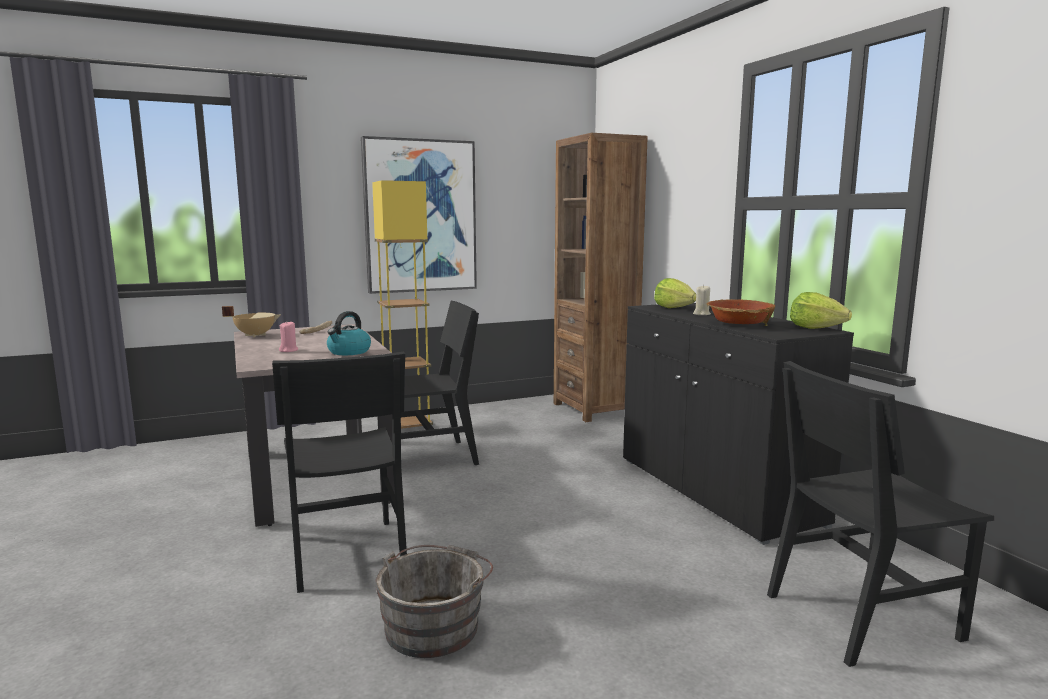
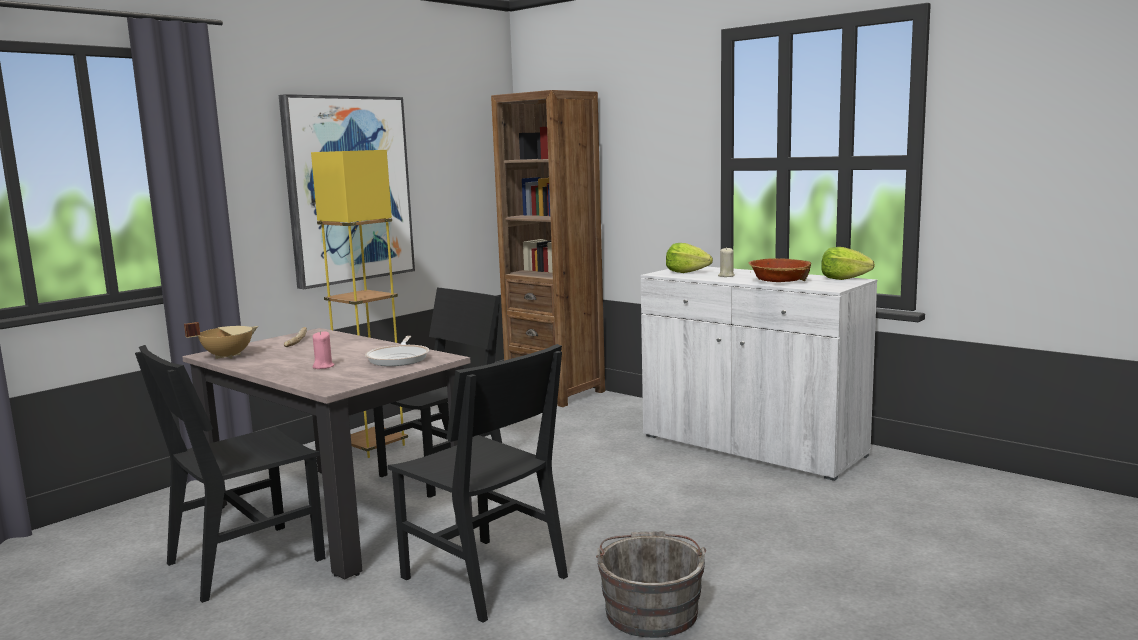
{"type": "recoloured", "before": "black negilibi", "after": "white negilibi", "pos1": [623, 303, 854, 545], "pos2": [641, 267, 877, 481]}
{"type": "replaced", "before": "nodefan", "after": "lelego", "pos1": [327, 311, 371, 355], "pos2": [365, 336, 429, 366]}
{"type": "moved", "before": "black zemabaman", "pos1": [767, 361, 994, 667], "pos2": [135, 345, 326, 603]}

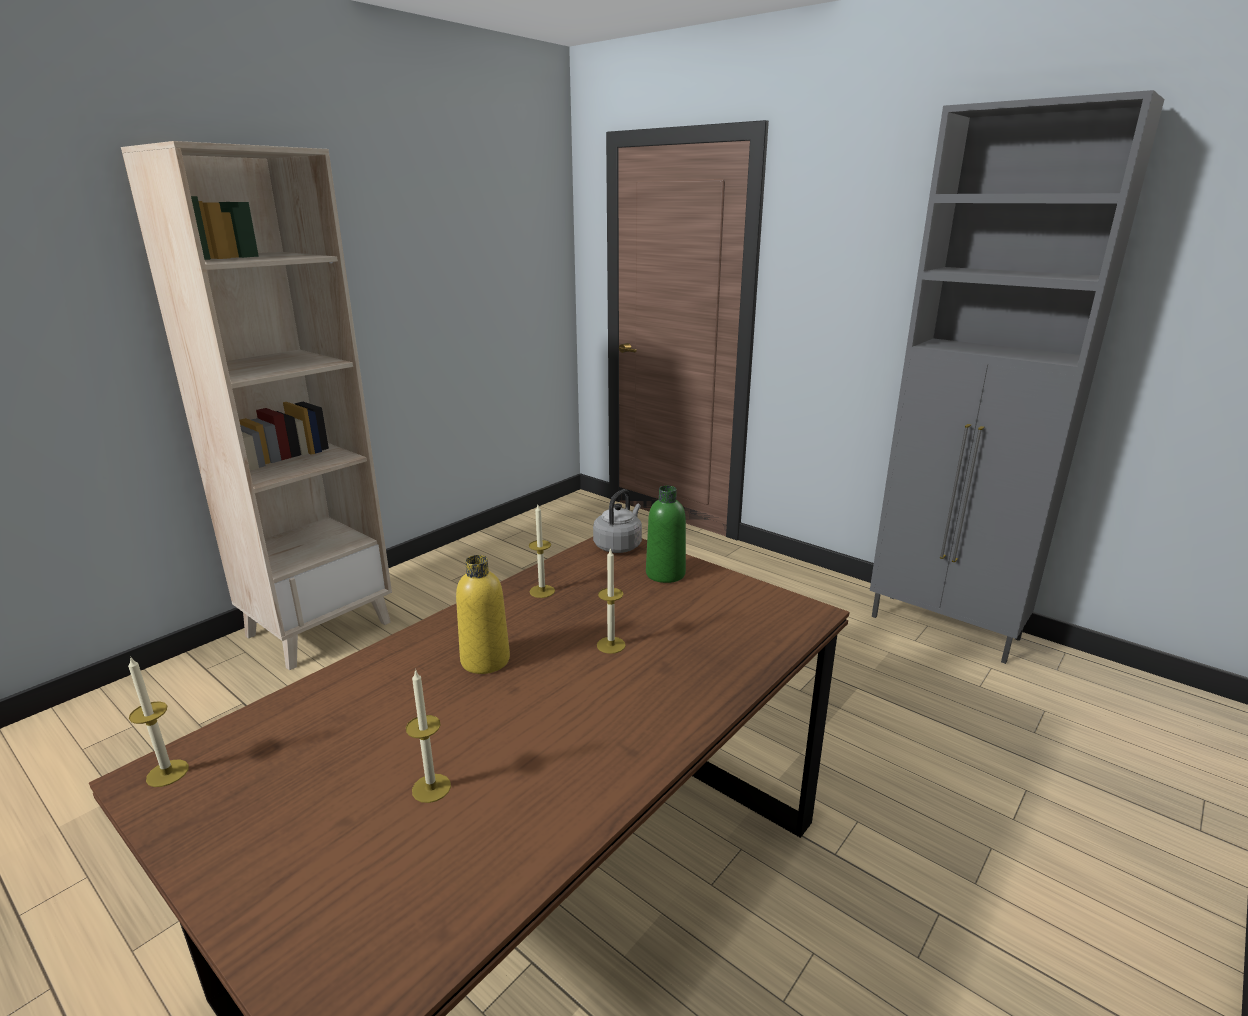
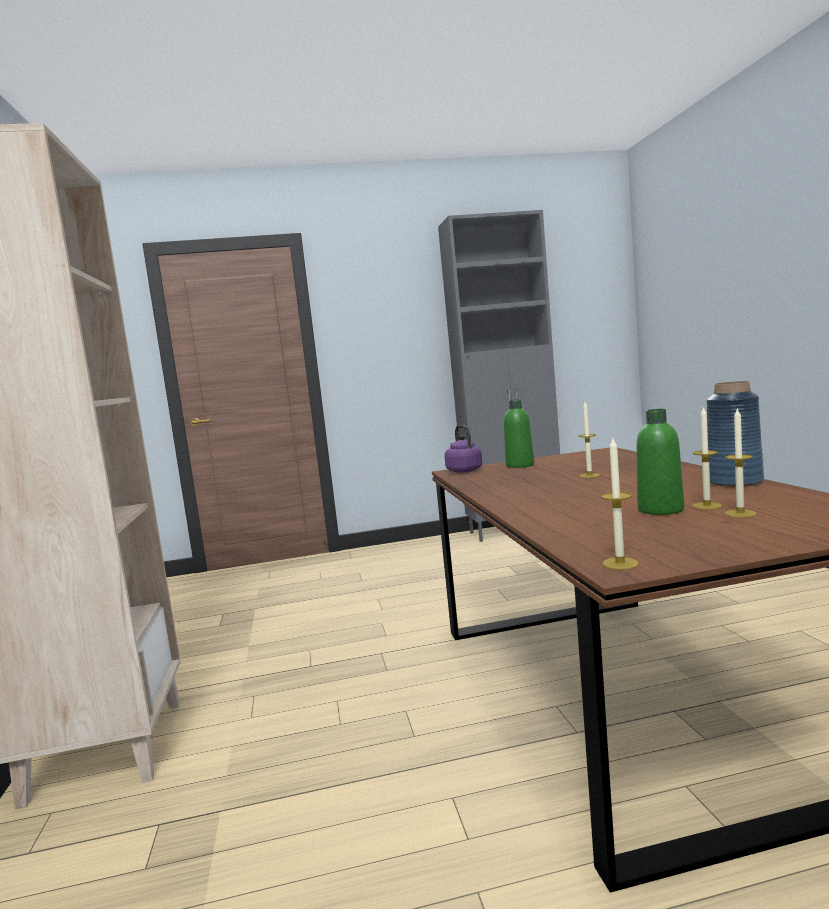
{"type": "recoloured", "before": "grey nodefan", "after": "purple nodefan", "pos1": [593, 489, 642, 553], "pos2": [444, 425, 482, 473]}
{"type": "moved", "before": "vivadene", "pos1": [529, 505, 555, 598], "pos2": [725, 407, 757, 517]}
{"type": "removed", "before": "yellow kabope", "pos1": [456, 555, 510, 674]}
{"type": "added", "after": "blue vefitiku", "pos2": [707, 381, 764, 487]}
{"type": "added", "after": "green kabope", "pos2": [636, 409, 684, 515]}

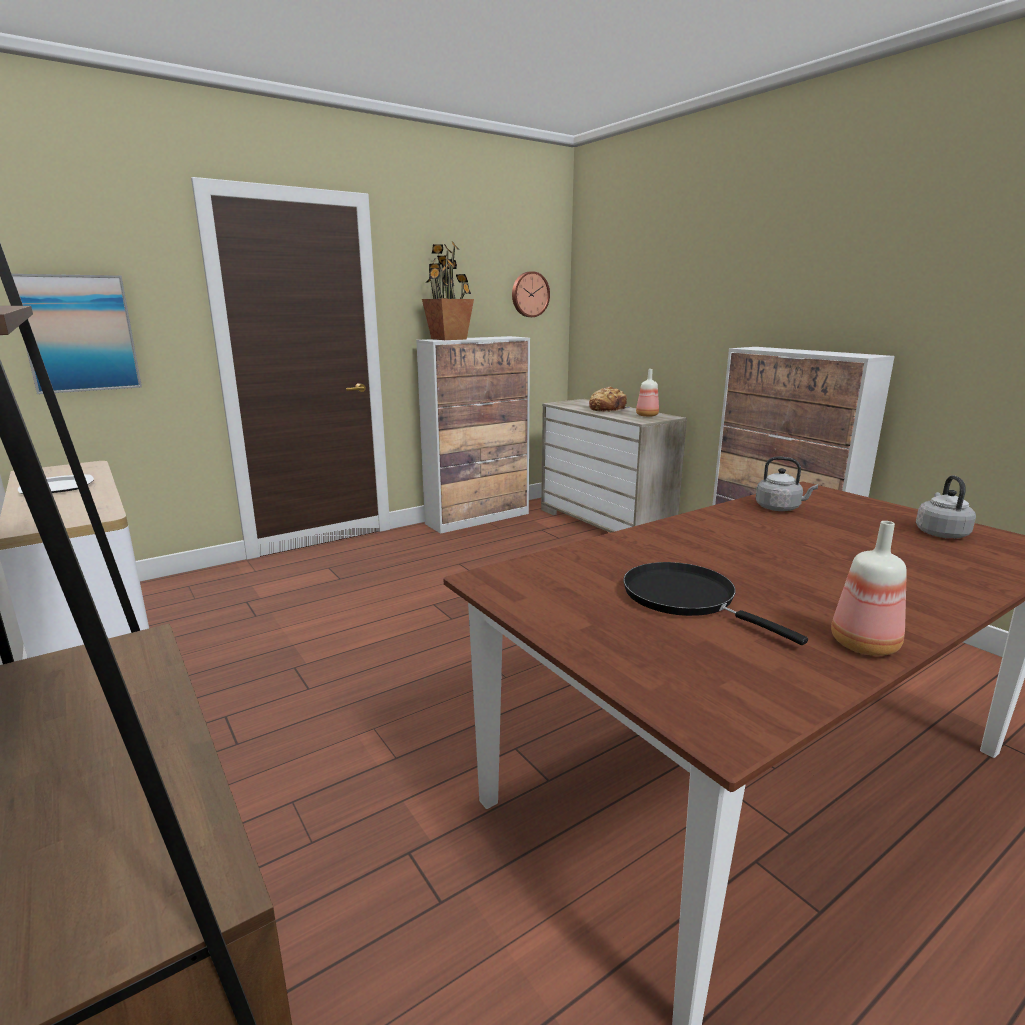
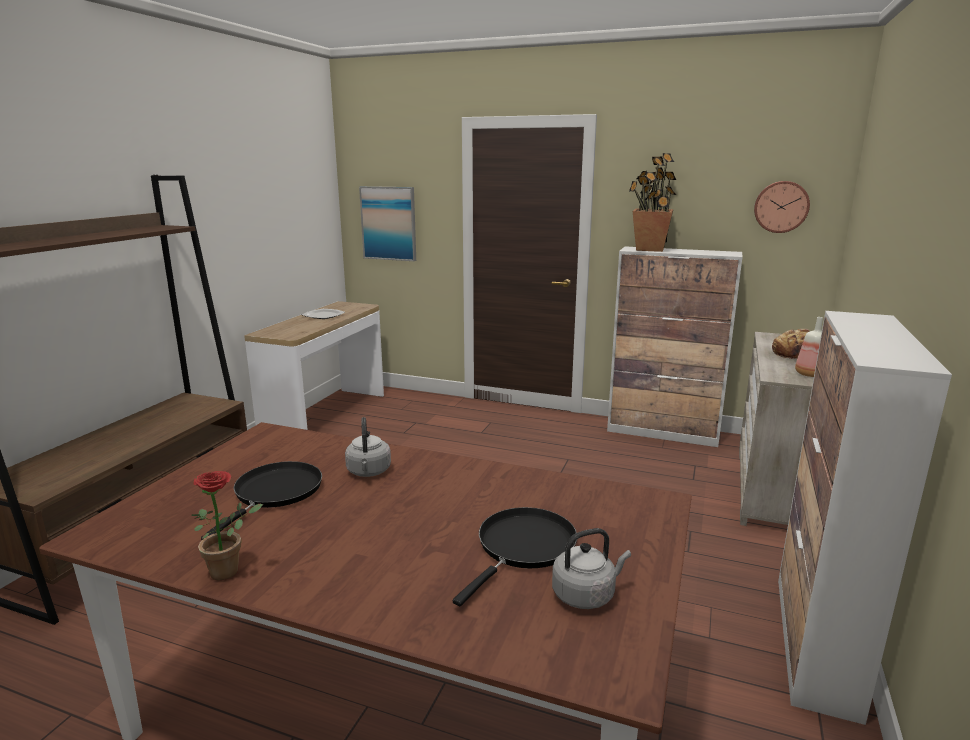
{"type": "moved", "before": "grey nodefan", "pos1": [756, 456, 818, 511], "pos2": [345, 417, 391, 477]}
{"type": "replaced", "before": "kabope", "after": "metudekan", "pos1": [831, 521, 907, 656], "pos2": [191, 471, 263, 580]}
{"type": "added", "after": "black lelego", "pos2": [453, 507, 577, 606]}

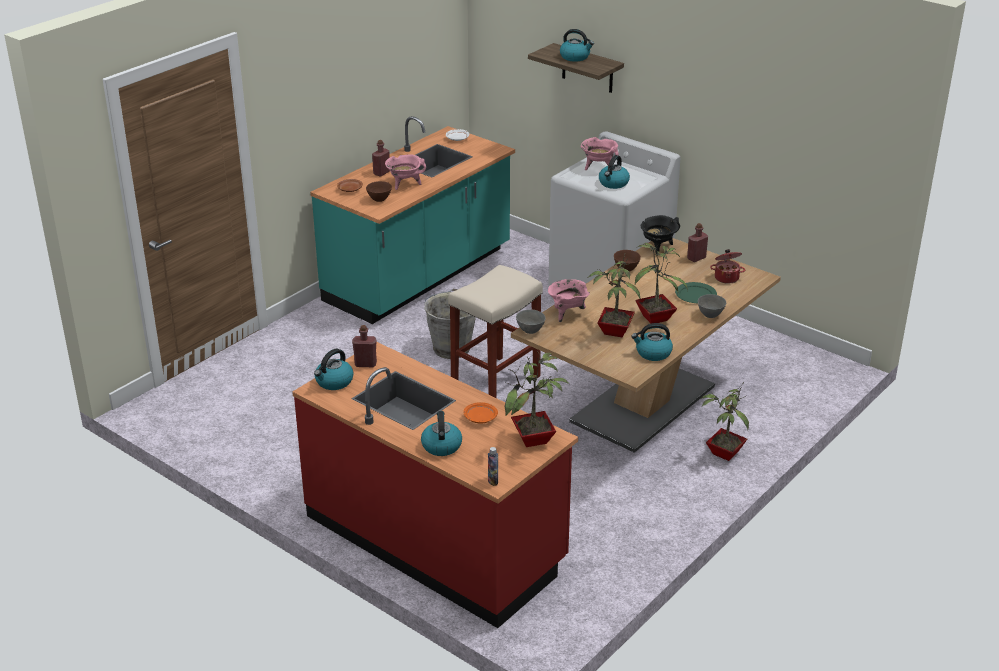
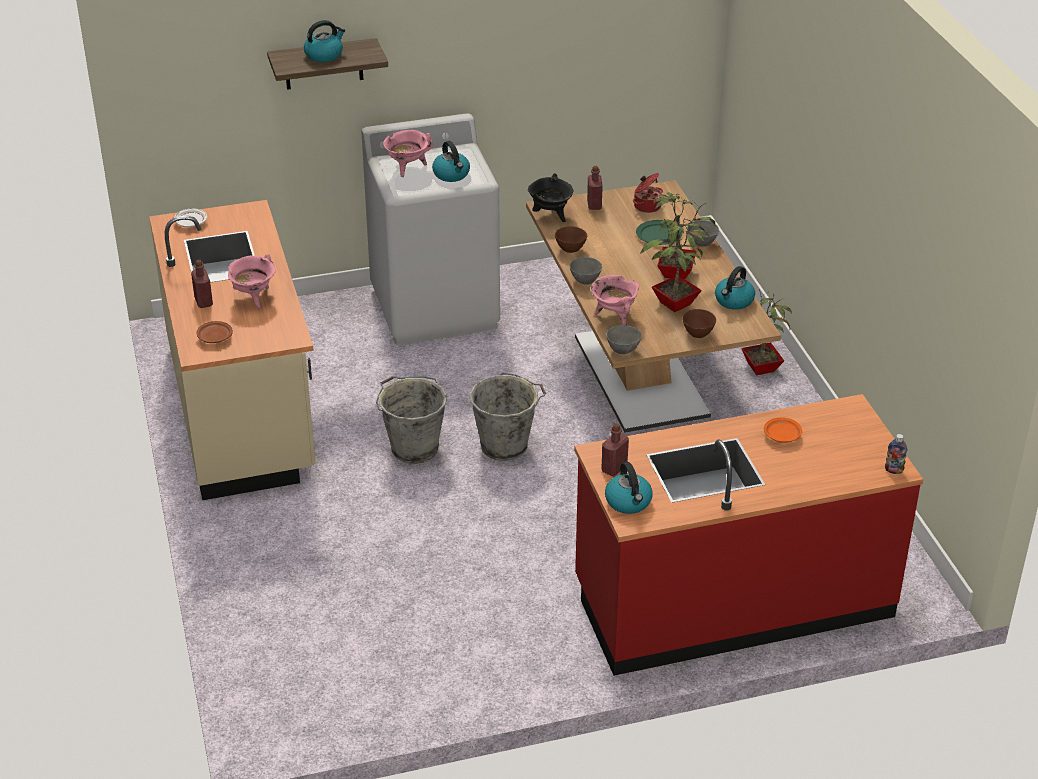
{"type": "recoloured", "before": "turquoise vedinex", "after": "beige vedinex", "pos1": [310, 116, 515, 324], "pos2": [149, 200, 316, 500]}
{"type": "moved", "before": "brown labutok", "pos1": [366, 181, 392, 202], "pos2": [682, 309, 716, 338]}
{"type": "replaced", "before": "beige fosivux", "after": "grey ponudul", "pos1": [448, 265, 543, 398], "pos2": [469, 373, 546, 461]}
{"type": "removed", "before": "metudekan", "pos1": [505, 351, 570, 447]}
{"type": "removed", "before": "nodefan", "pos1": [421, 411, 462, 456]}
{"type": "added", "after": "grey labutok", "pos2": [570, 257, 602, 284]}

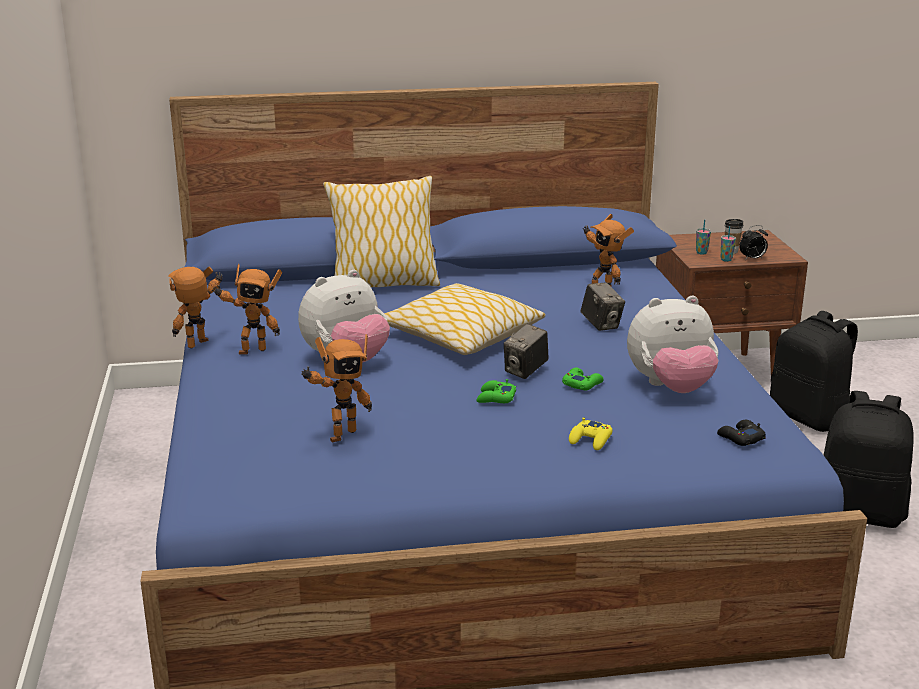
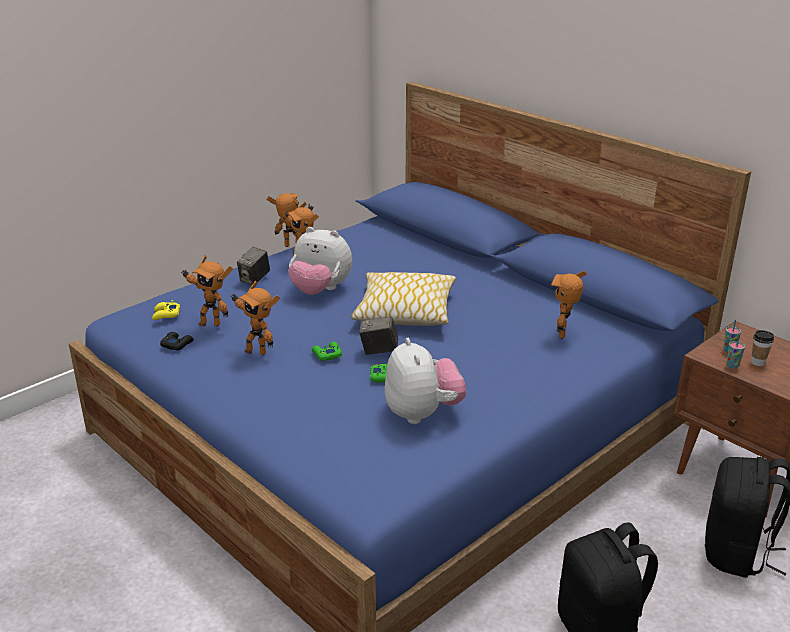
{"type": "removed", "before": "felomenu", "pos1": [323, 176, 440, 287]}
{"type": "removed", "before": "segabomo", "pos1": [739, 225, 768, 260]}
{"type": "moved", "before": "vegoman", "pos1": [581, 282, 625, 331], "pos2": [237, 247, 270, 285]}
{"type": "turned", "before": "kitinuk", "pos1": [627, 296, 719, 393], "pos2": [385, 338, 466, 424], "turn": -150}
{"type": "moved", "before": "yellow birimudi", "pos1": [569, 417, 612, 450], "pos2": [152, 300, 180, 320]}
{"type": "moved", "before": "black birimudi", "pos1": [717, 420, 766, 446], "pos2": [160, 332, 194, 350]}
{"type": "added", "after": "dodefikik", "pos2": [230, 281, 280, 355]}

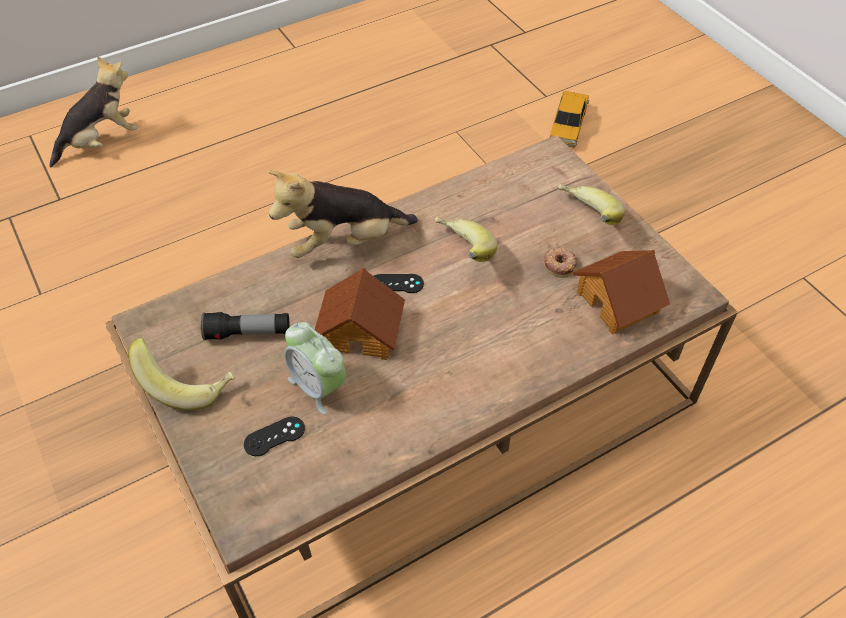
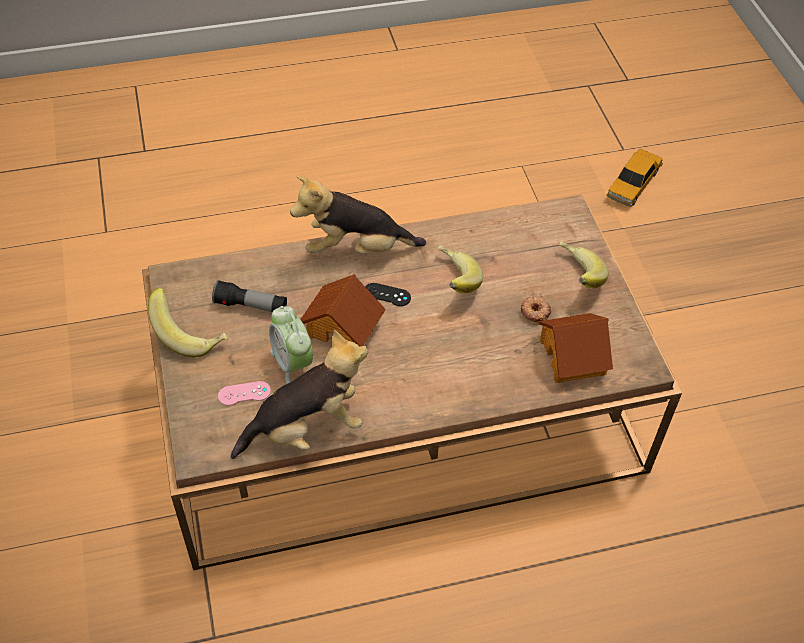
{"type": "moved", "before": "kitinuk", "pos1": [49, 56, 138, 168], "pos2": [231, 330, 368, 459]}
{"type": "recoloured", "before": "black birimudi", "after": "pink birimudi", "pos1": [244, 416, 305, 456], "pos2": [218, 381, 271, 406]}

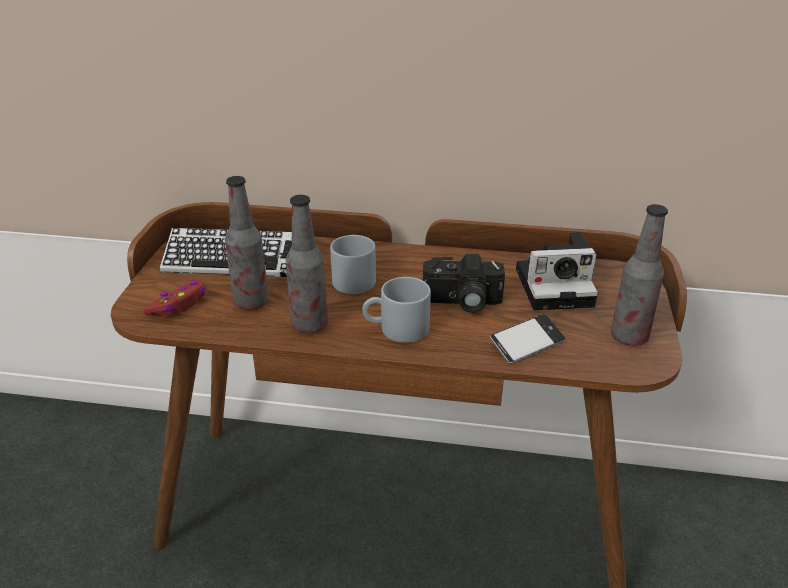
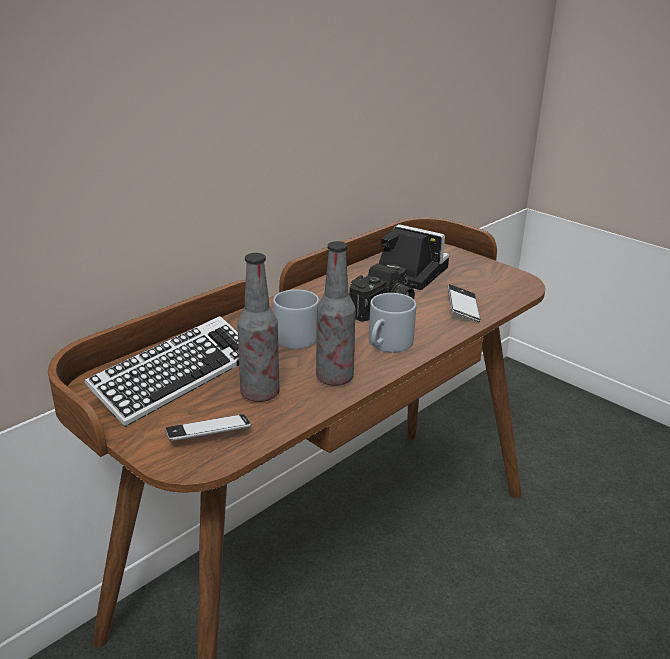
{"type": "removed", "before": "kabope", "pos1": [611, 204, 668, 346]}
{"type": "turned", "before": "vegoman", "pos1": [516, 232, 598, 310], "pos2": [379, 224, 450, 290], "turn": -90}
{"type": "replaced", "before": "red birimudi", "after": "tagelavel", "pos1": [143, 280, 206, 316], "pos2": [165, 414, 251, 441]}

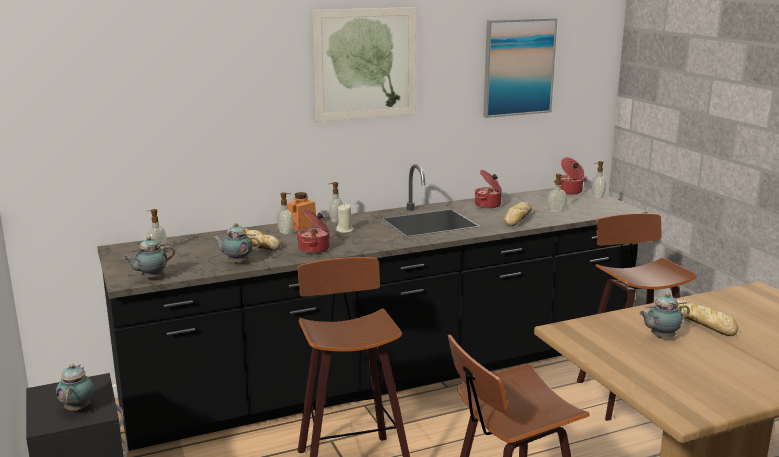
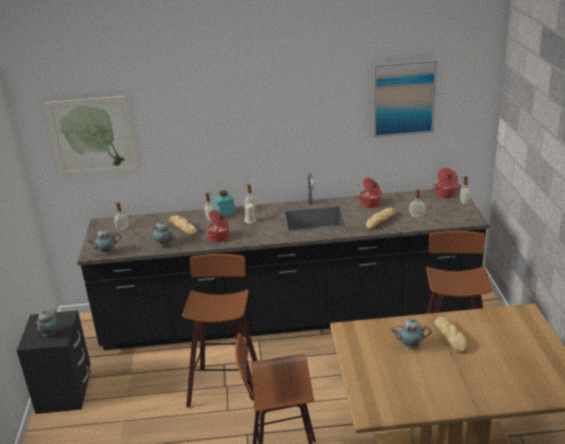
{"type": "moved", "before": "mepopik", "pos1": [313, 7, 416, 122], "pos2": [44, 96, 139, 177]}
{"type": "recoloured", "before": "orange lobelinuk", "after": "turquoise lobelinuk", "pos1": [287, 192, 316, 231], "pos2": [214, 190, 236, 217]}

